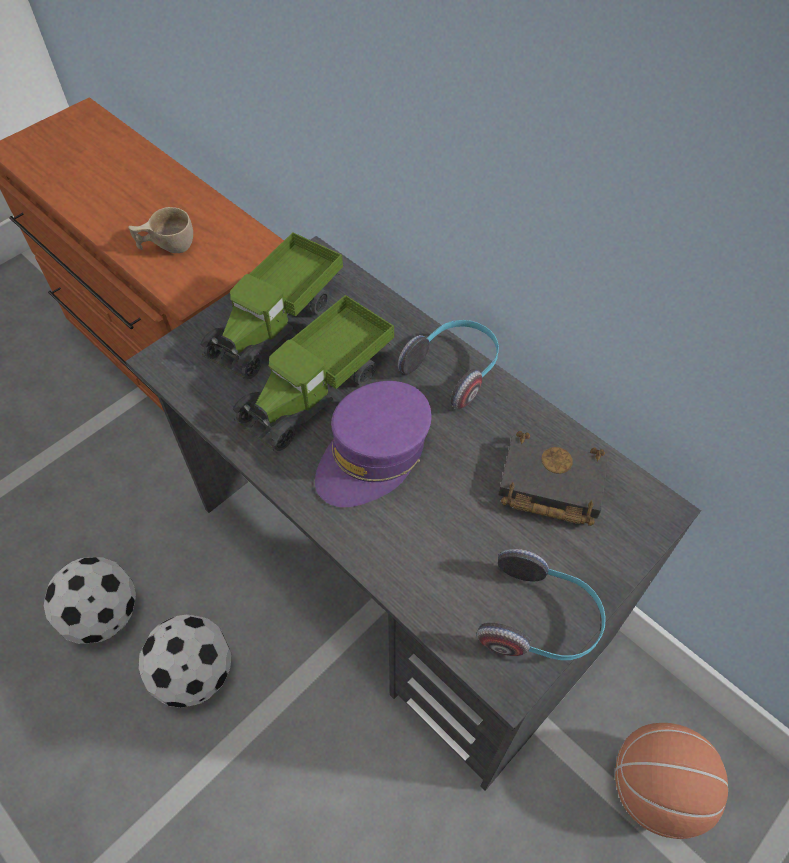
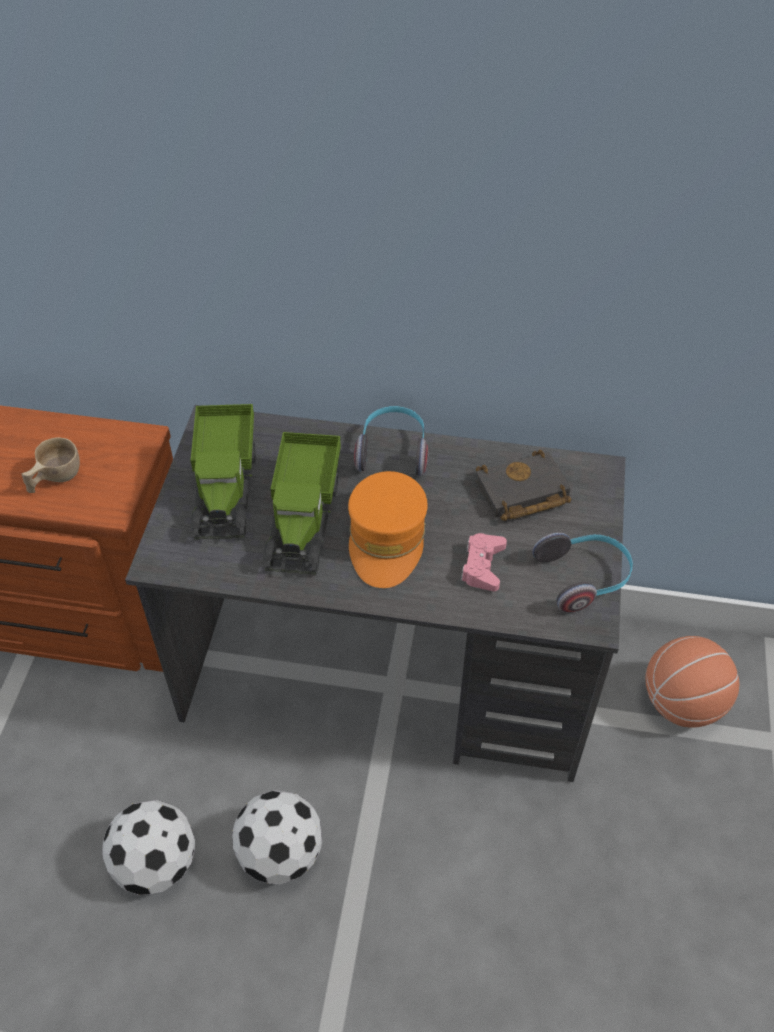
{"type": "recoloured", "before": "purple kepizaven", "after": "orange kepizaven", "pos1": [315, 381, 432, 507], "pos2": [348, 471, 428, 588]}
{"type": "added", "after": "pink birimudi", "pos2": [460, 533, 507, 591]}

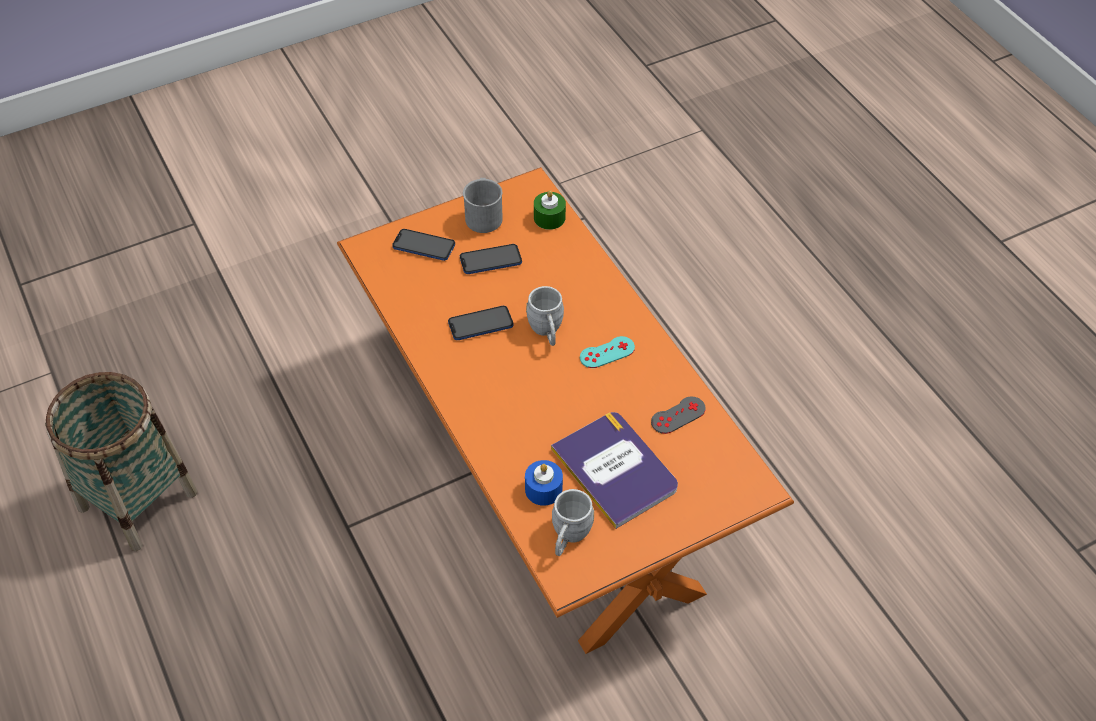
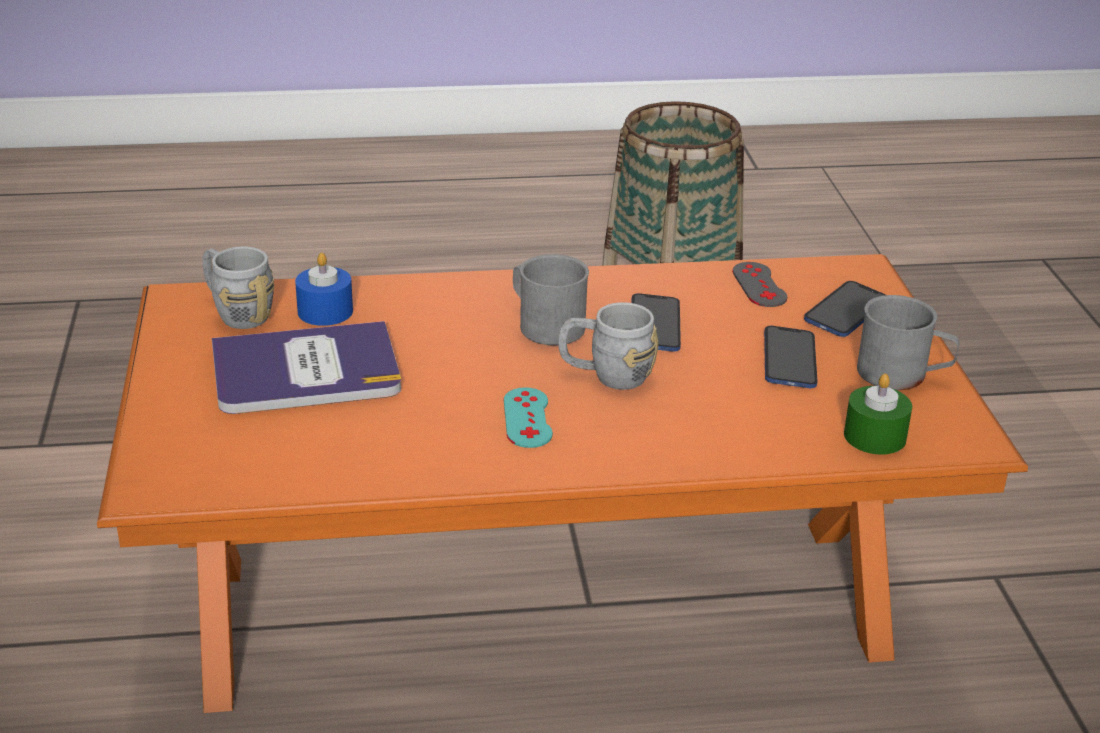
{"type": "moved", "before": "grey birimudi", "pos1": [651, 396, 706, 434], "pos2": [732, 262, 787, 307]}
{"type": "added", "after": "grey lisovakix", "pos2": [513, 254, 589, 345]}

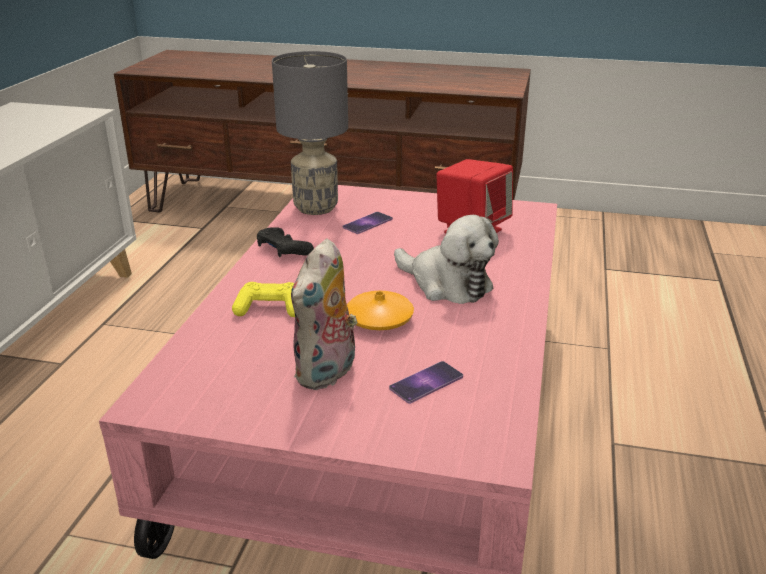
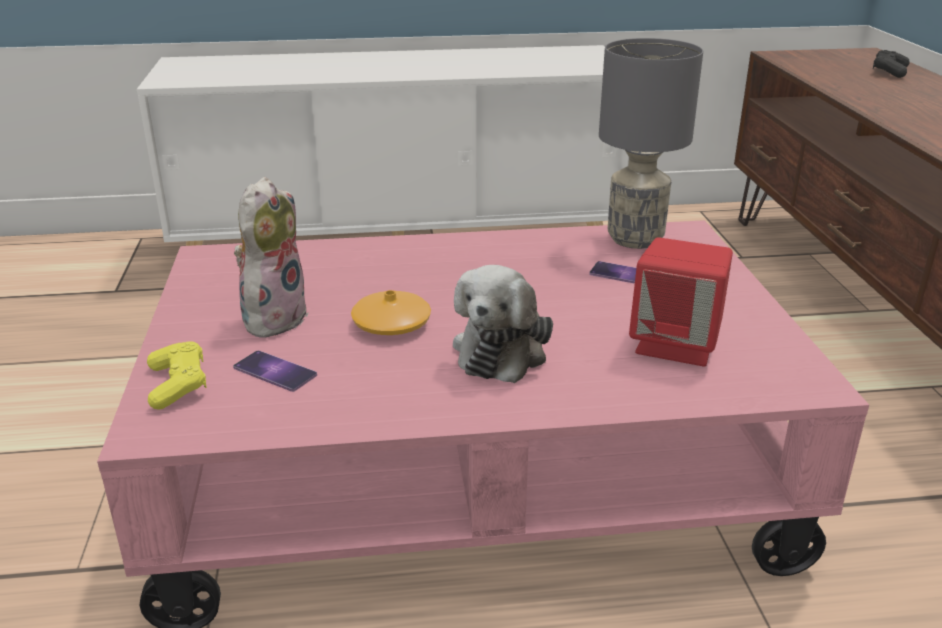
{"type": "moved", "before": "black birimudi", "pos1": [257, 227, 314, 257], "pos2": [873, 50, 910, 78]}
{"type": "turned", "before": "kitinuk", "pos1": [291, 239, 358, 390], "pos2": [234, 177, 309, 338], "turn": 105}
{"type": "moved", "before": "yellow birimudi", "pos1": [232, 282, 295, 317], "pos2": [147, 341, 207, 410]}

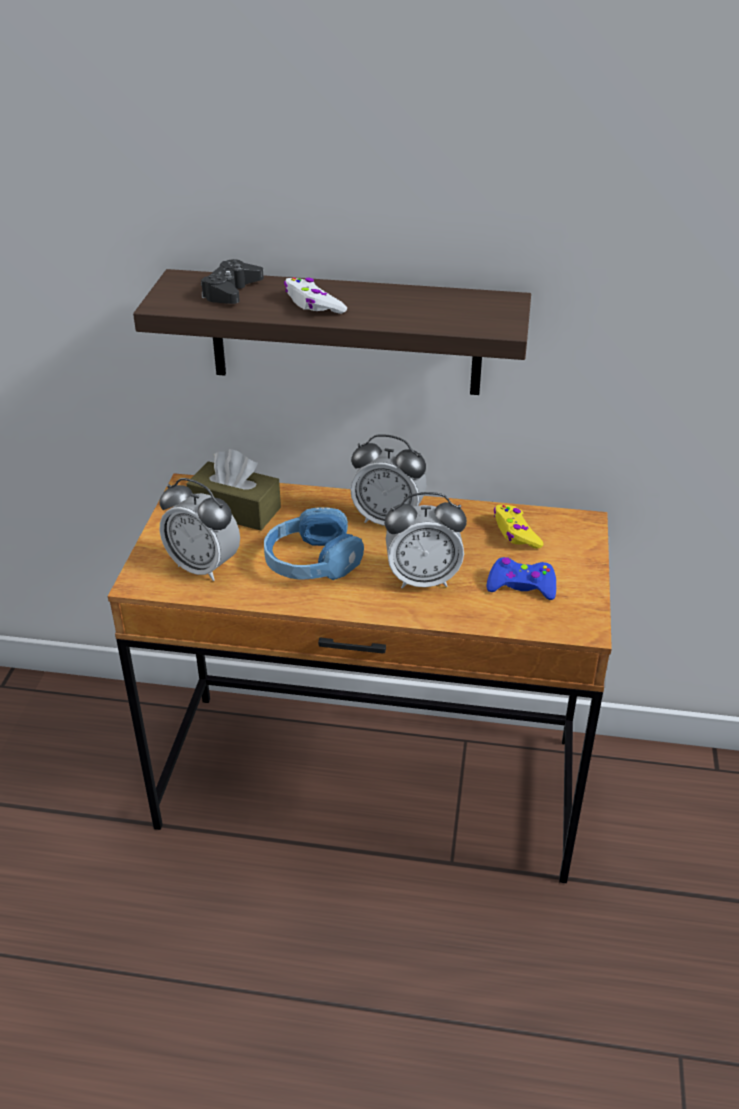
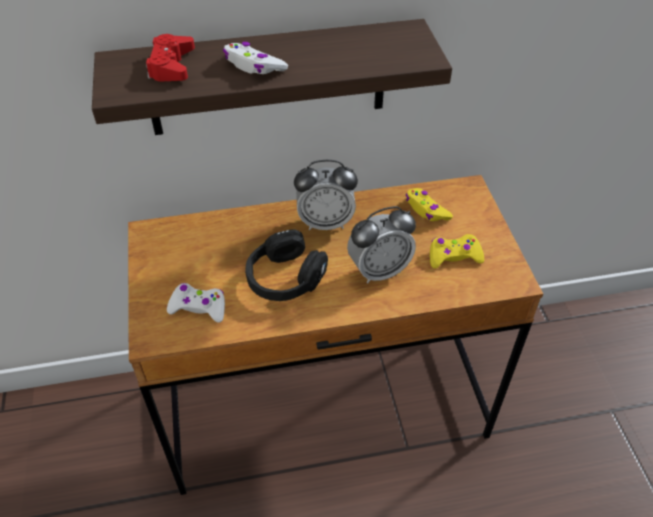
{"type": "recoloured", "before": "black birimudi", "after": "red birimudi", "pos1": [201, 259, 264, 304], "pos2": [146, 34, 195, 82]}
{"type": "removed", "before": "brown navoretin", "pos1": [186, 449, 281, 531]}
{"type": "replaced", "before": "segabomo", "after": "white birimudi", "pos1": [159, 478, 240, 581], "pos2": [167, 283, 225, 323]}
{"type": "recoloured", "before": "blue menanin", "after": "black menanin", "pos1": [264, 508, 364, 580], "pos2": [245, 229, 328, 301]}
{"type": "recoloured", "before": "blue birimudi", "after": "yellow birimudi", "pos1": [487, 557, 556, 600], "pos2": [430, 234, 484, 268]}

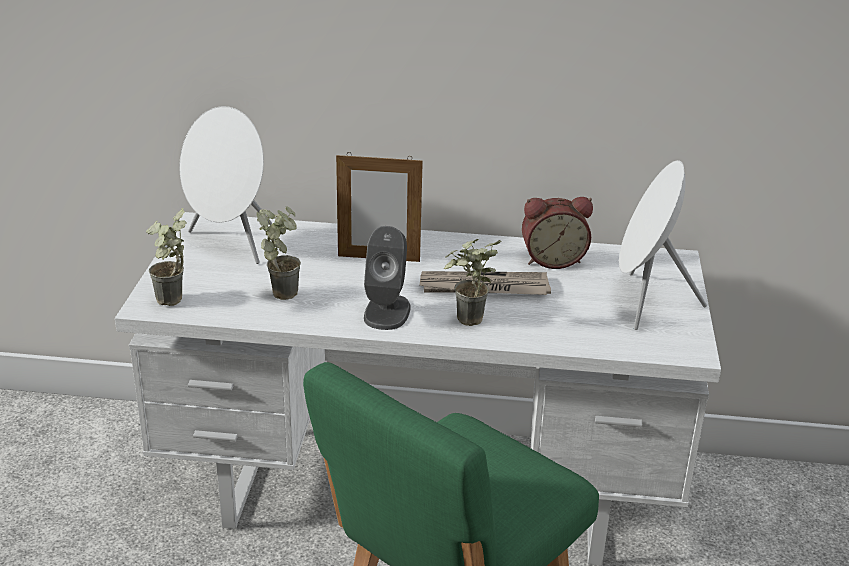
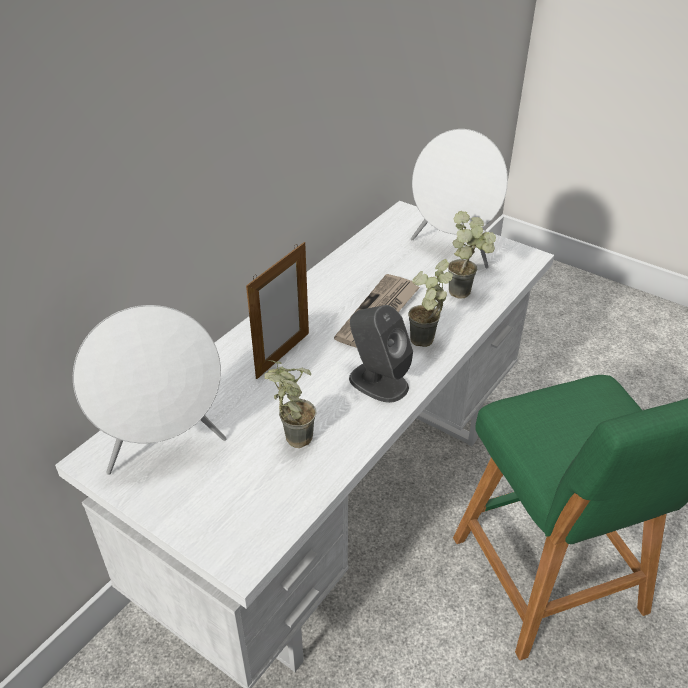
{"type": "removed", "before": "segabomo", "pos1": [522, 197, 593, 269]}
{"type": "moved", "before": "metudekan", "pos1": [146, 208, 187, 306], "pos2": [448, 211, 496, 299]}

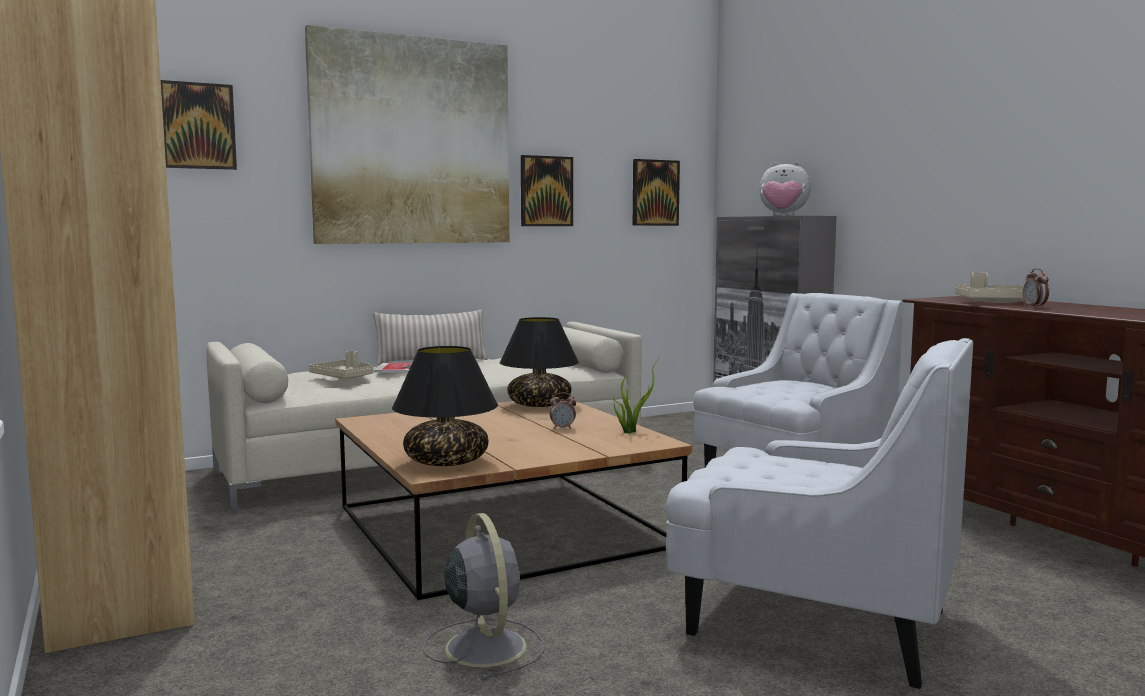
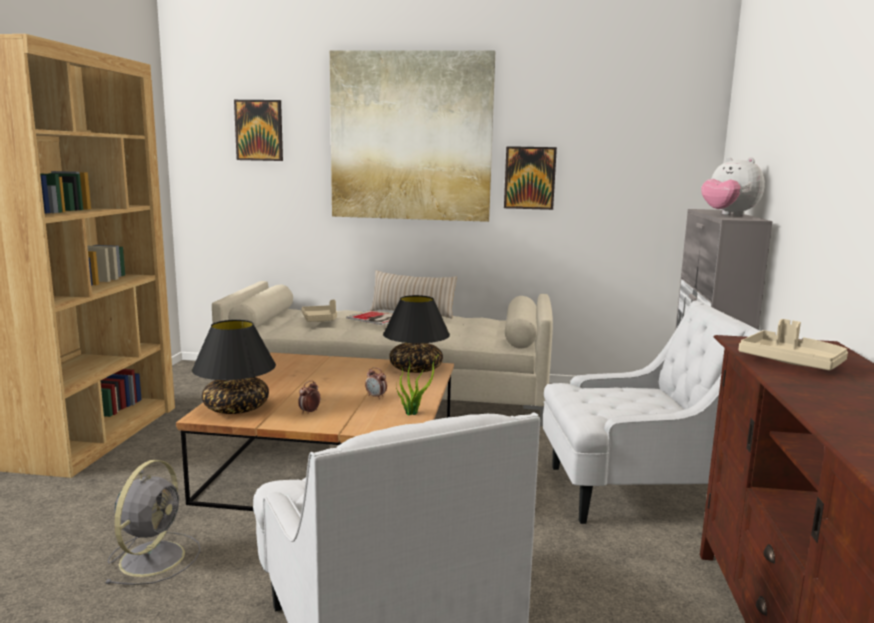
{"type": "removed", "before": "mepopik", "pos1": [633, 159, 680, 226]}
{"type": "moved", "before": "segabomo", "pos1": [1023, 268, 1049, 308], "pos2": [298, 380, 320, 414]}

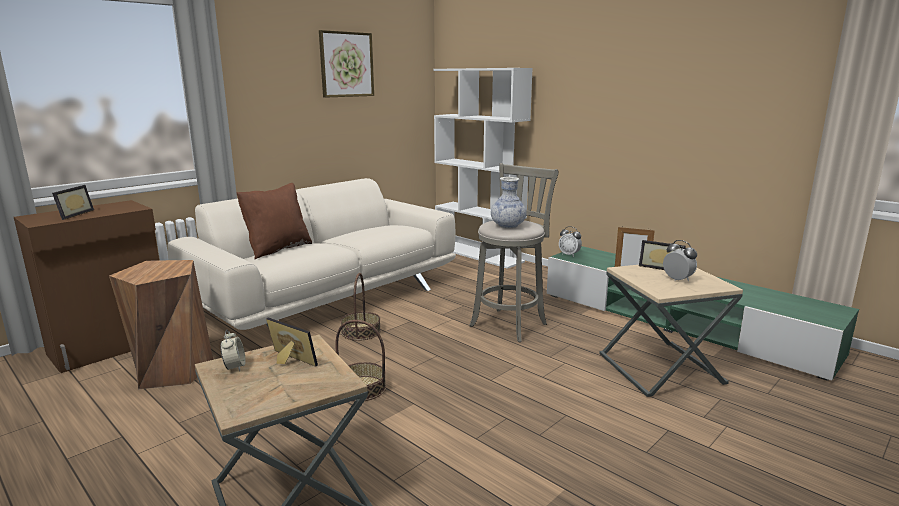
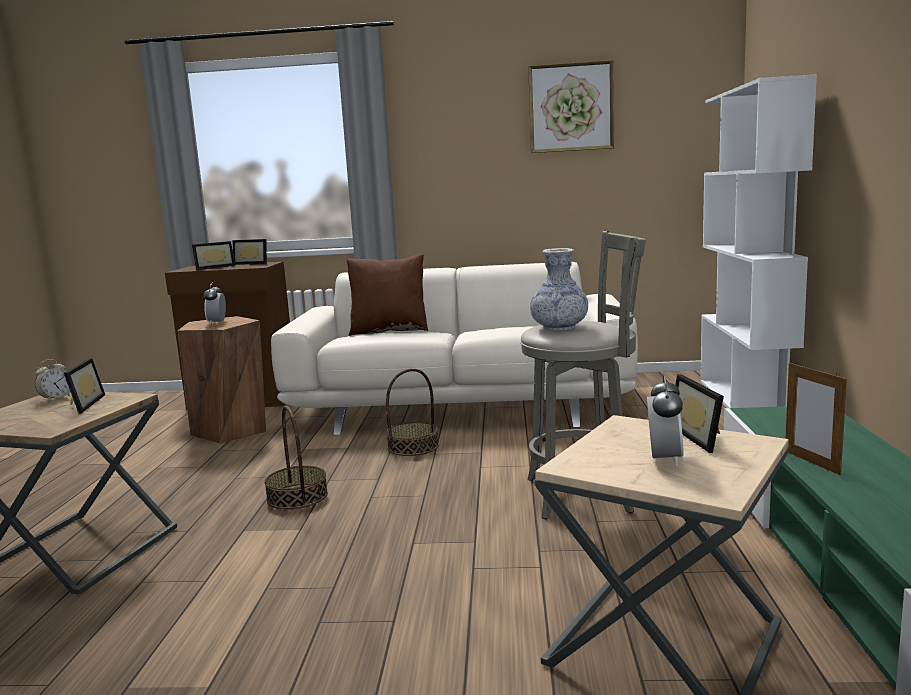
{"type": "moved", "before": "segabomo", "pos1": [559, 226, 582, 257], "pos2": [204, 282, 226, 325]}
{"type": "added", "after": "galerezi", "pos2": [233, 239, 267, 265]}

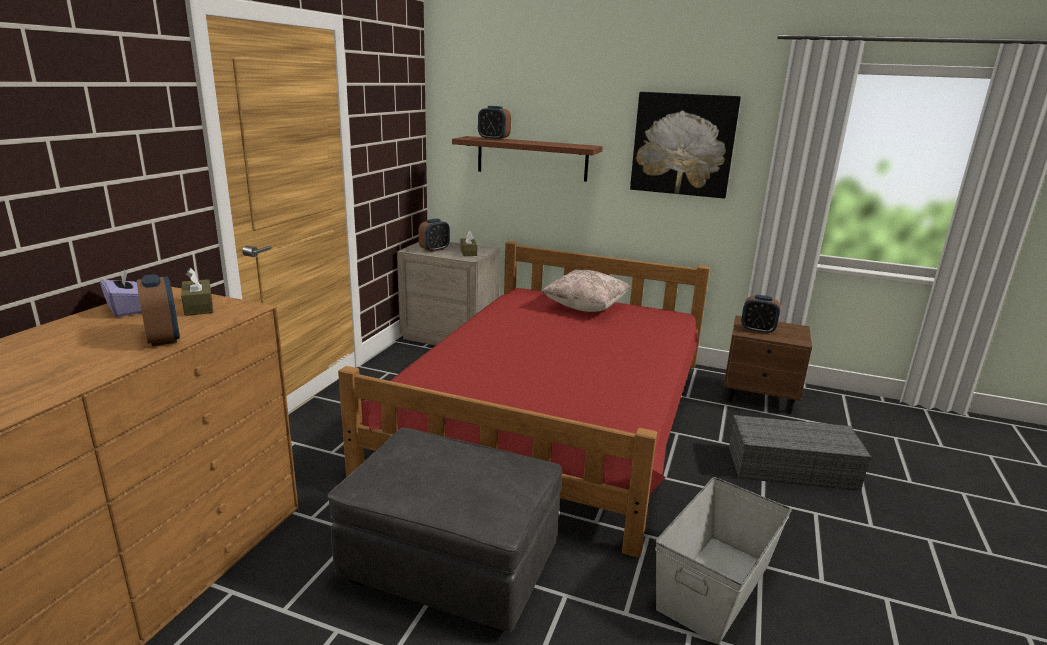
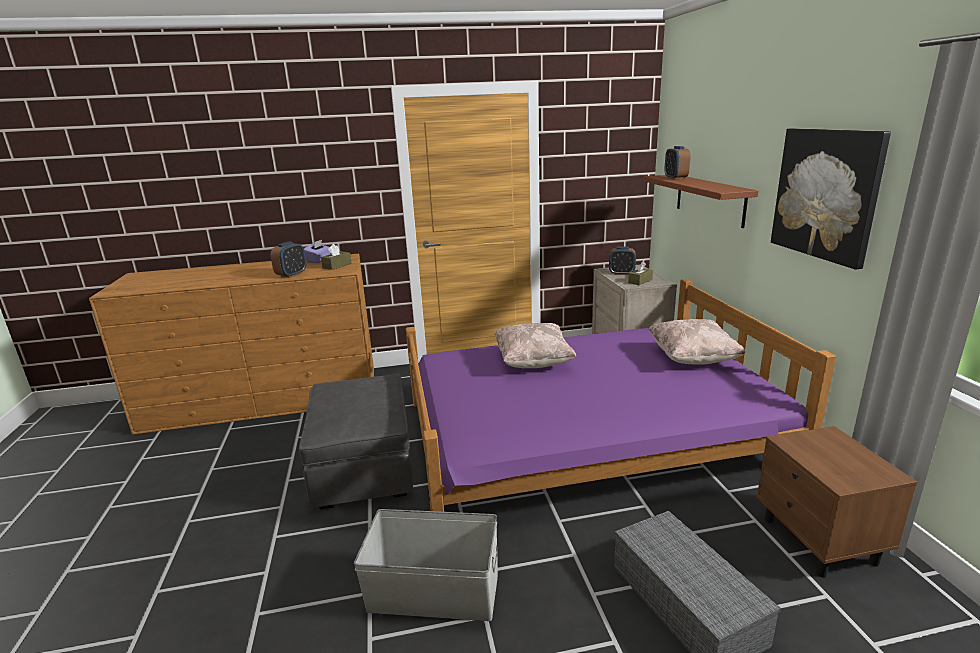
{"type": "recoloured", "before": "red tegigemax", "after": "purple tegigemax", "pos1": [338, 241, 710, 558], "pos2": [406, 279, 836, 512]}
{"type": "removed", "before": "segabomo", "pos1": [741, 295, 781, 334]}
{"type": "added", "after": "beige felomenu", "pos2": [494, 323, 576, 368]}

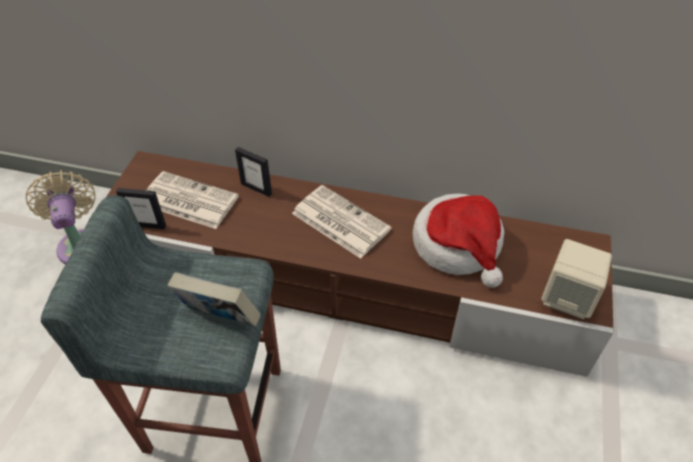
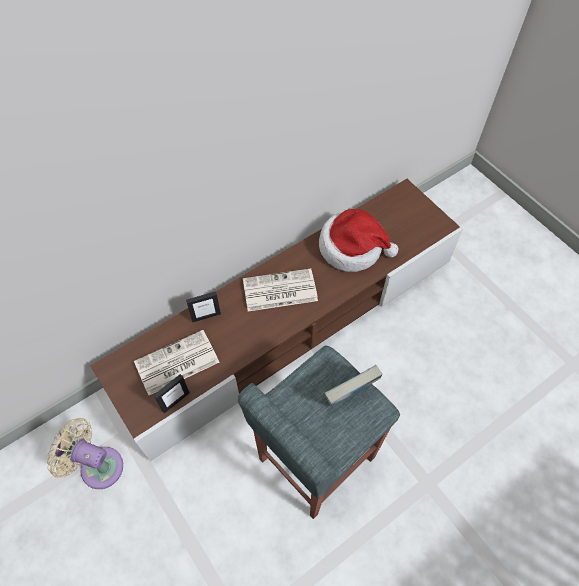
{"type": "removed", "before": "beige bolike", "pos1": [542, 239, 612, 319]}

